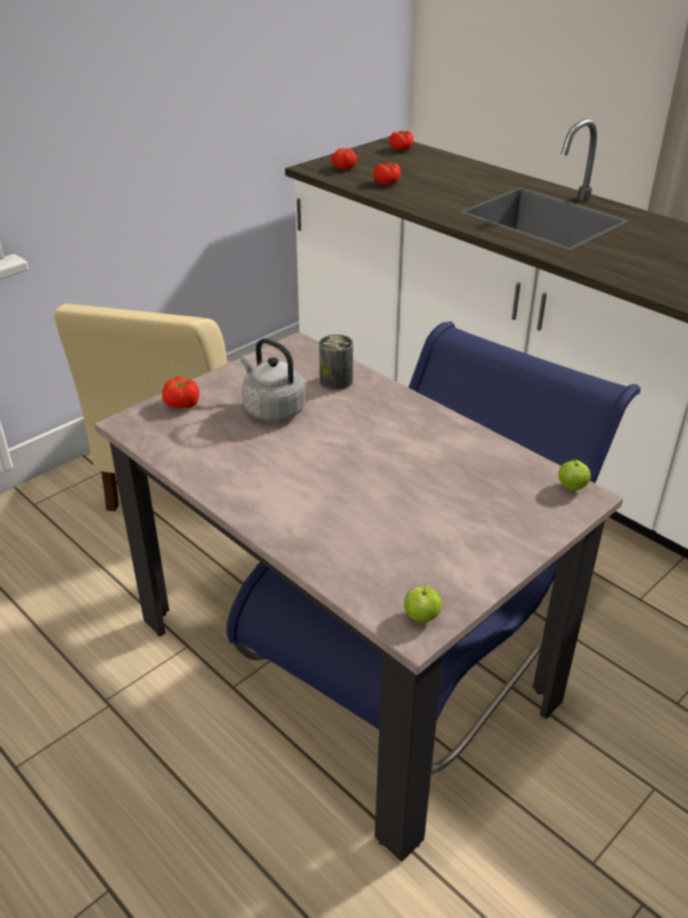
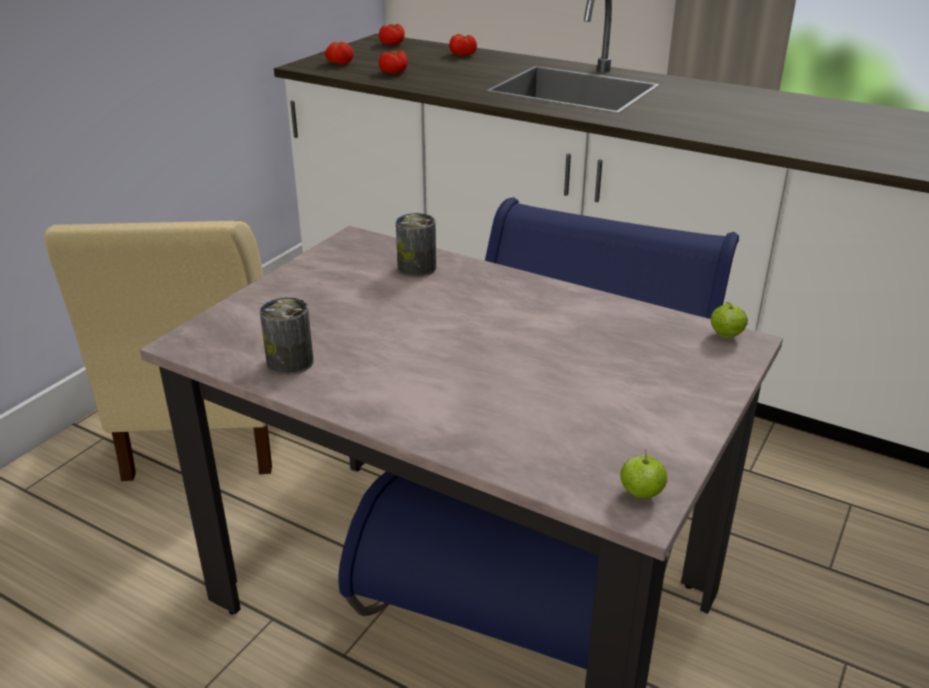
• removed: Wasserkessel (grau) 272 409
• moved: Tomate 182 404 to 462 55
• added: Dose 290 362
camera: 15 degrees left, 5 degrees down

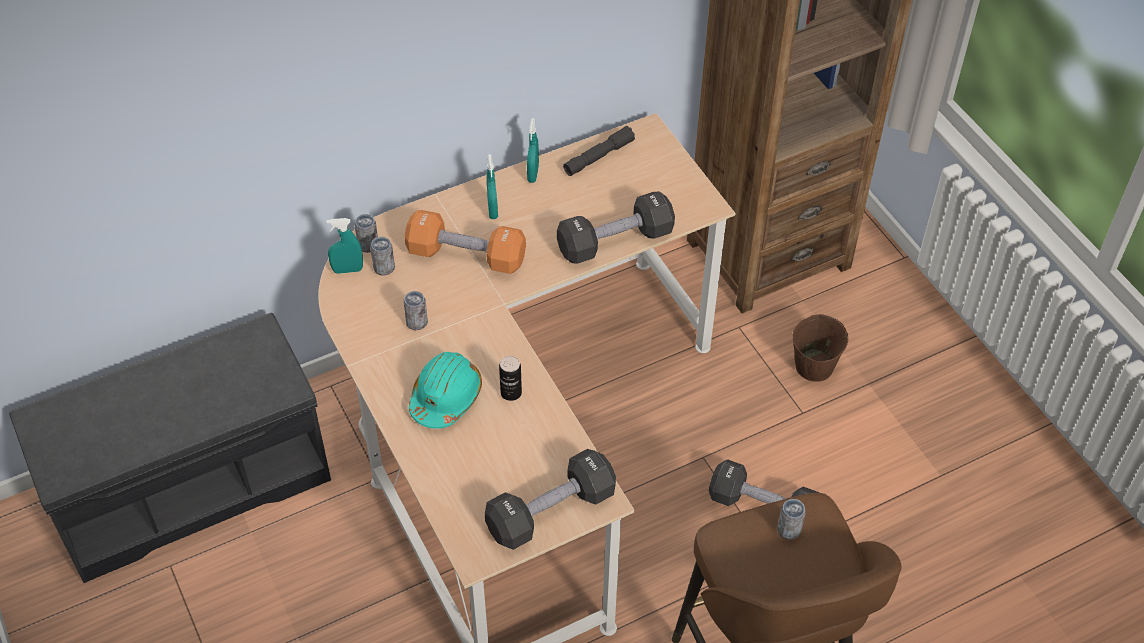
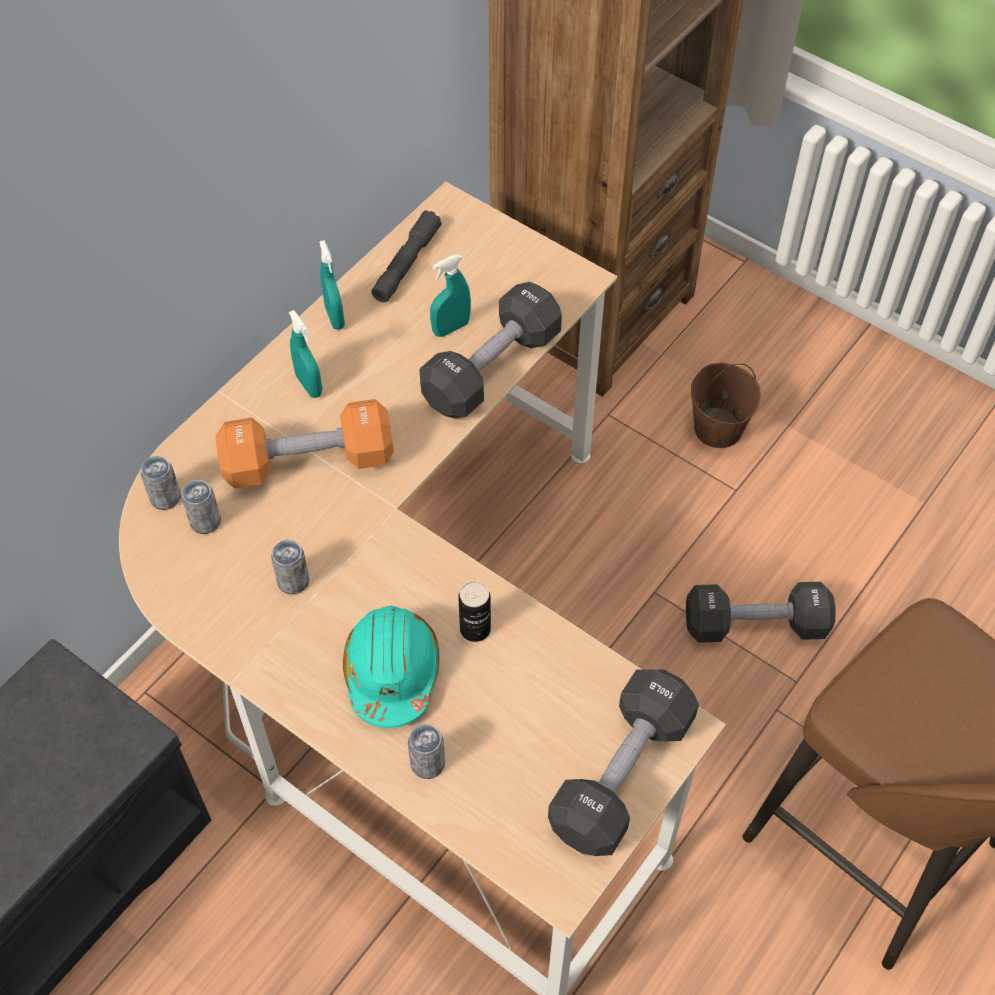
• moved: Sprühflasche (türkis) 347 270 to 451 328
• moved: Dose 788 530 to 427 763
camera: 25 degrees left, 5 degrees up

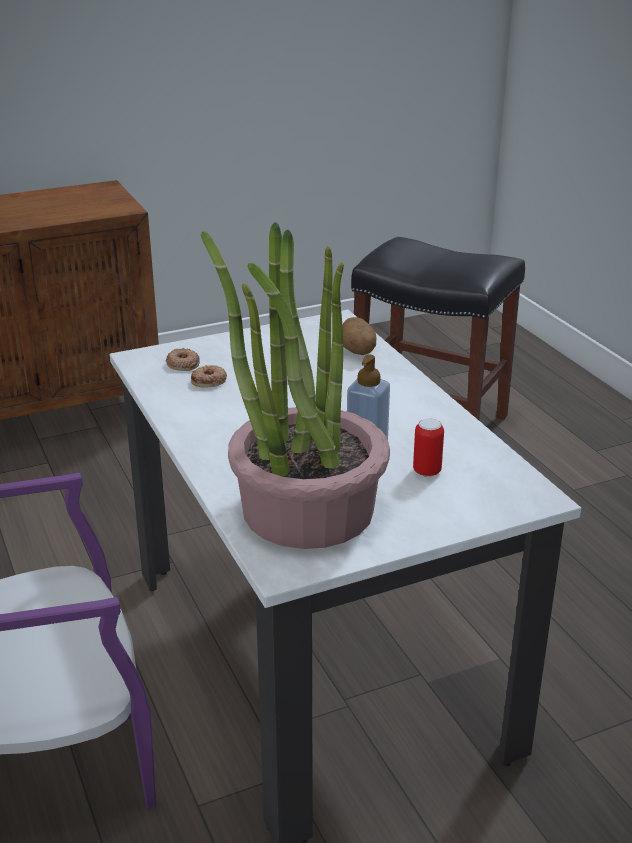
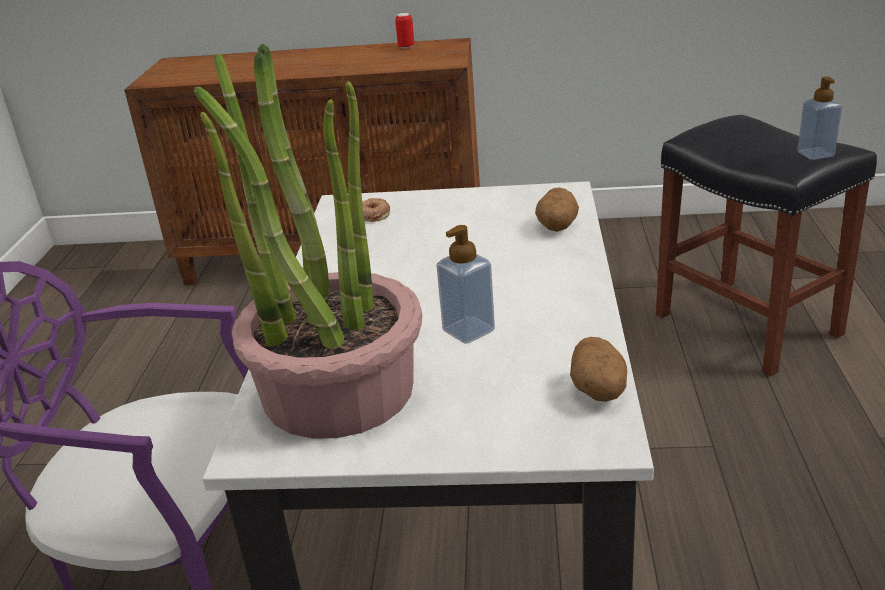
• removed: Donut 209 380
• moved: Dose 427 471 to 406 47
• added: Seifenspender 815 154
• added: Kartoffel 599 391
camera: 30 degrees right, 0 degrees up

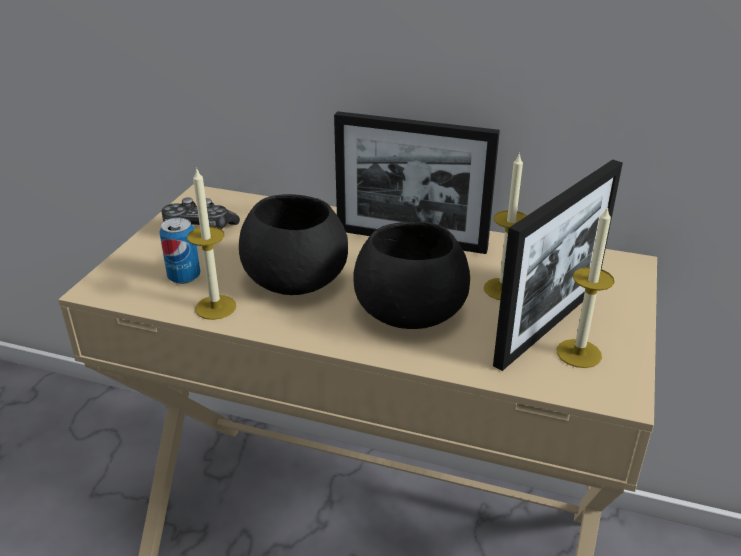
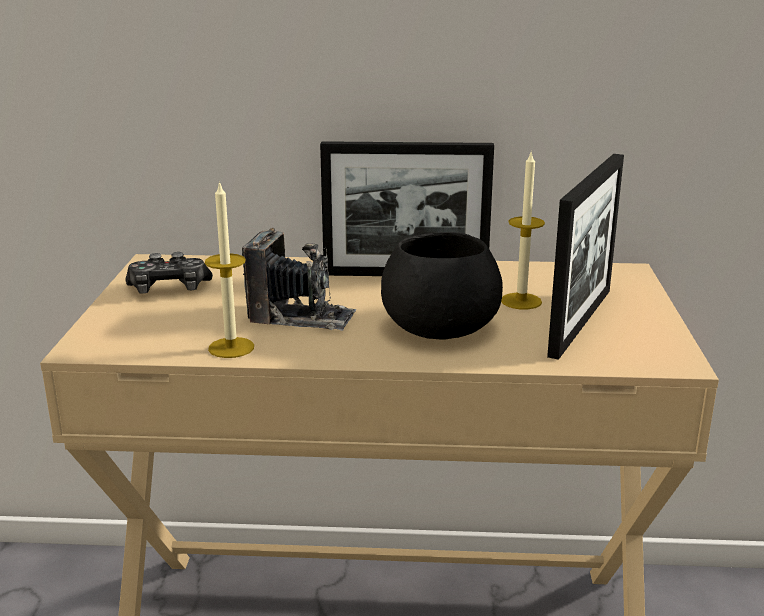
• replaced: Schüssel (schwarz) 293 279 to Kamera 301 316
• removed: Kerze 578 353
• removed: Dose 184 277
camera: 15 degrees left, 10 degrees down

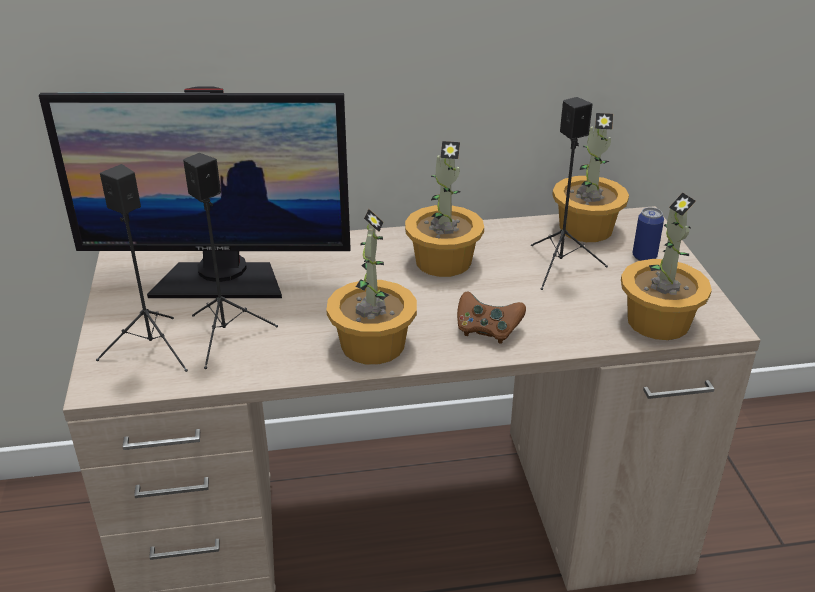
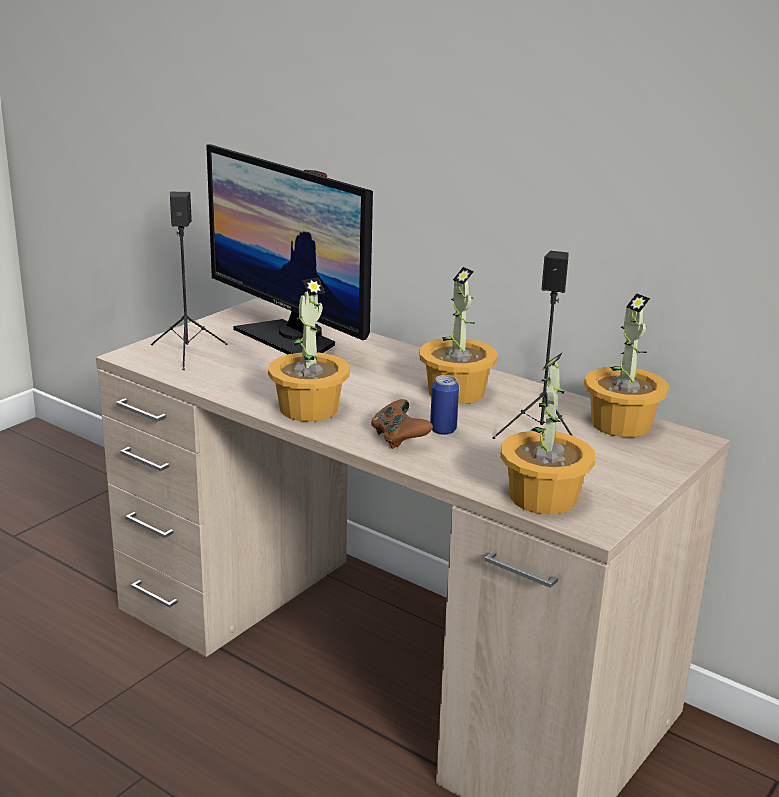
• removed: Lautsprecher (schwarz) 226 335
• moved: Dose 644 256 to 443 430
camera: 45 degrees right, 10 degrees down

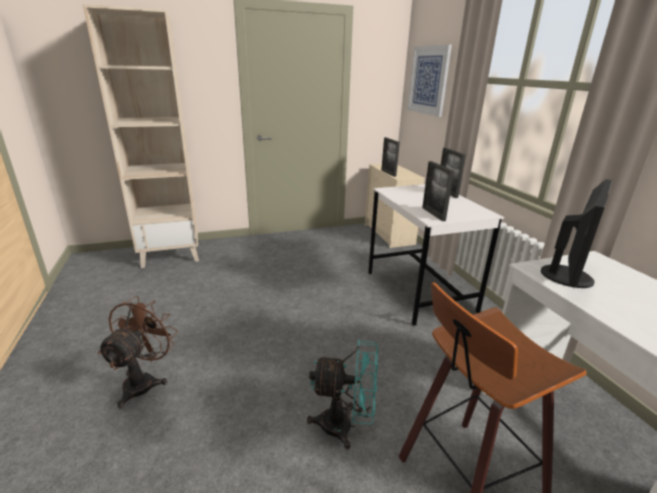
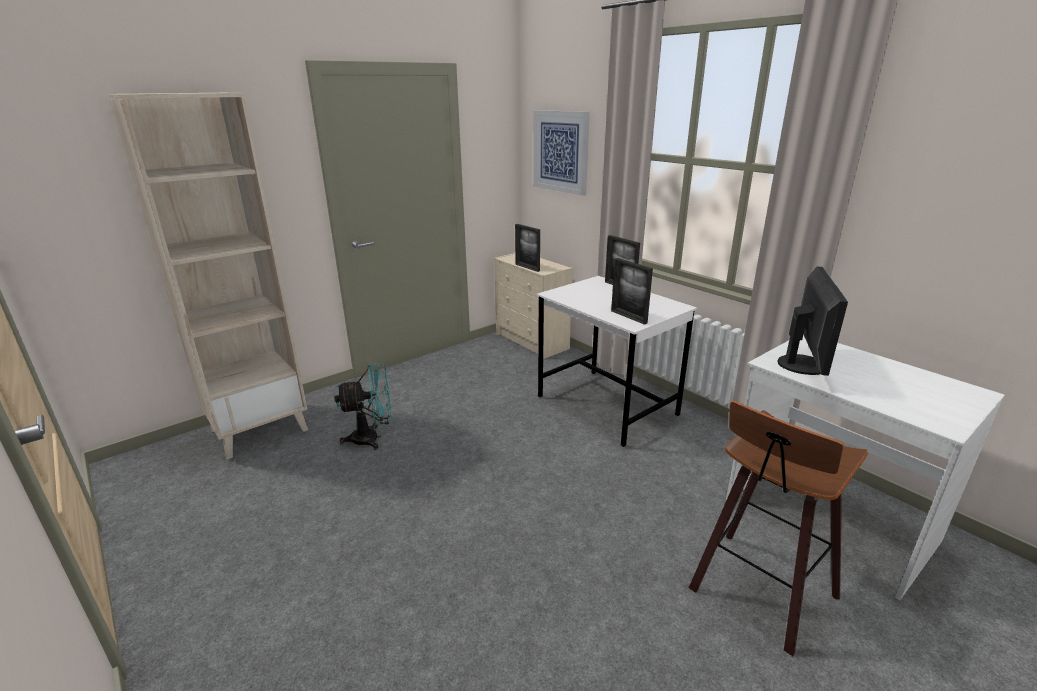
• removed: Ventilator (braun) 144 381
• moved: Ventilator (türkis) 345 426 to 372 438
camera: 20 degrees left, 0 degrees up

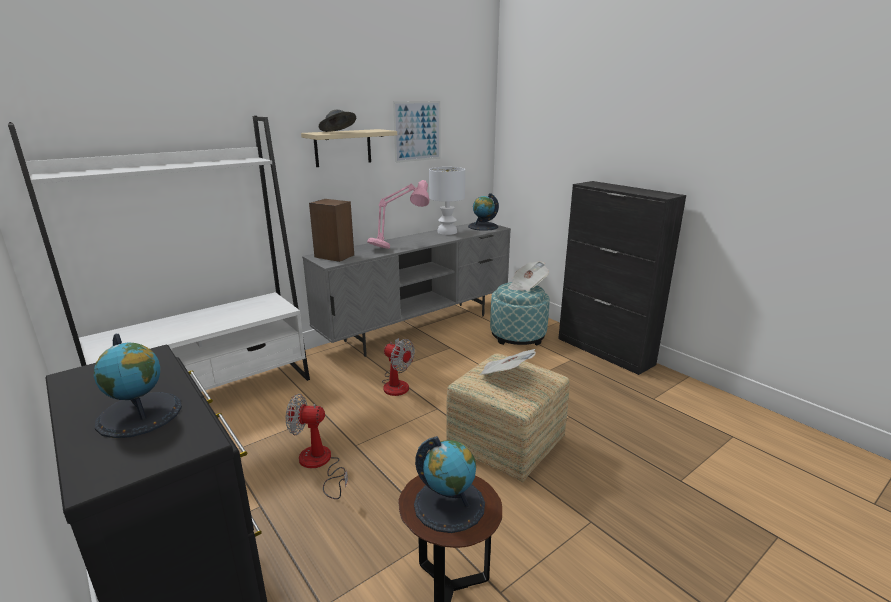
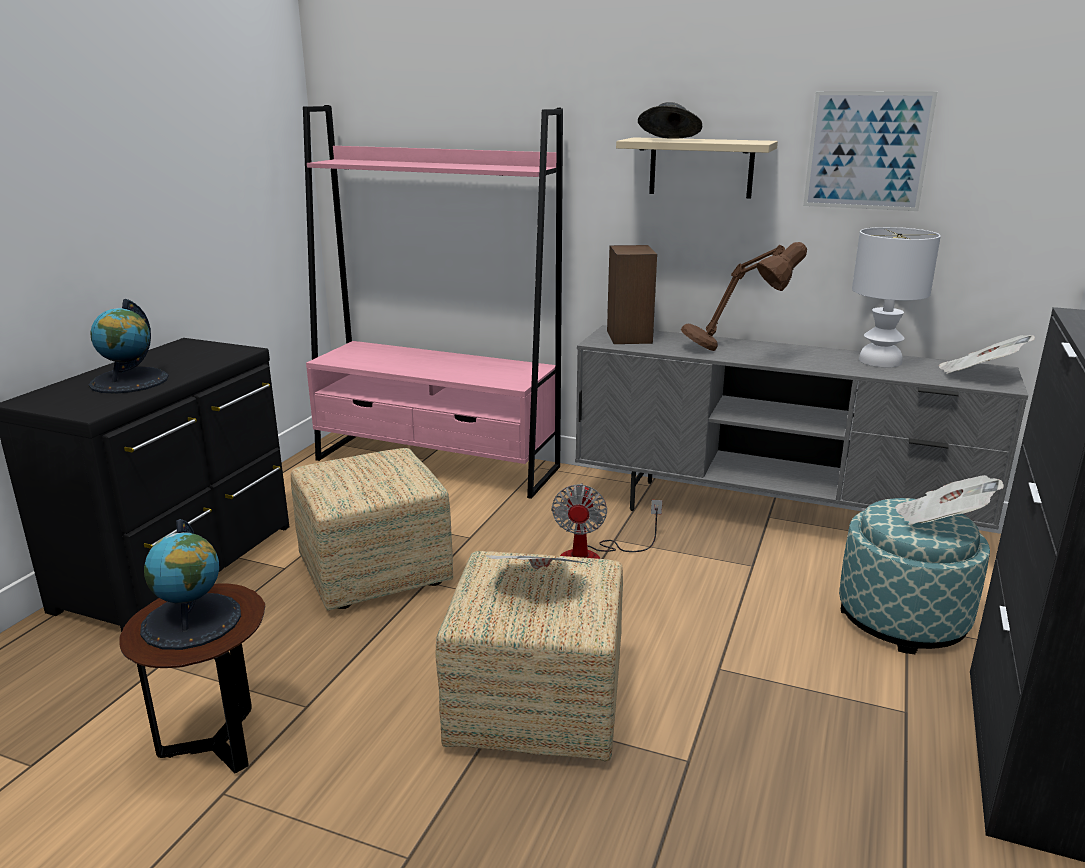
• recoloured: Bücherregal (weiß) 211 397 to Bücherregal (rosa) 437 463
• recoloured: Tischlampe (rosa) 398 247 to Tischlampe (braun) 734 354
• replaced: Globus 483 226 to Zeitung 978 375
• replaced: Ventilator 319 464 to Polsterhocker 373 573
camera: 60 degrees right, 0 degrees up

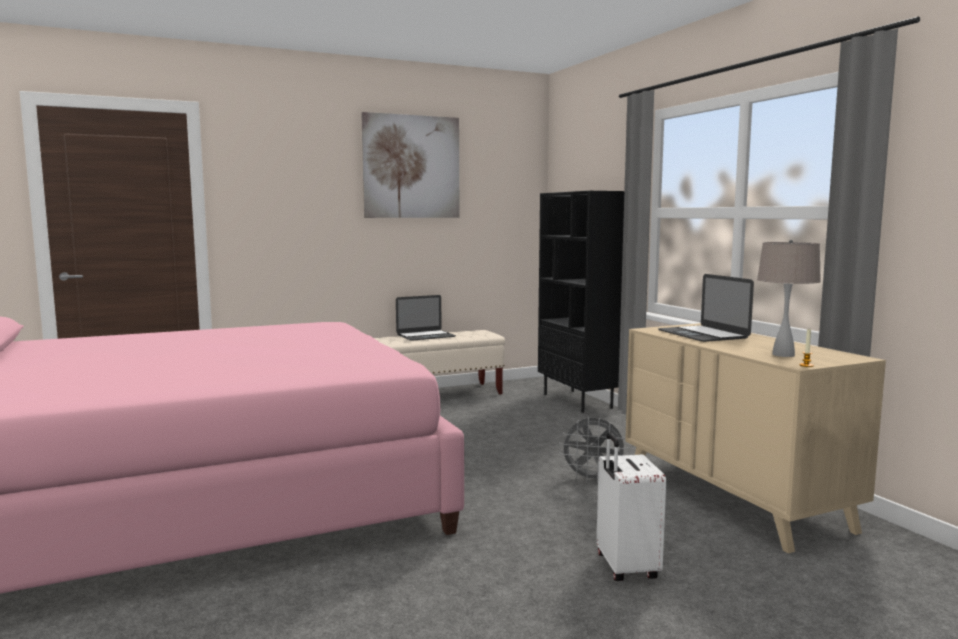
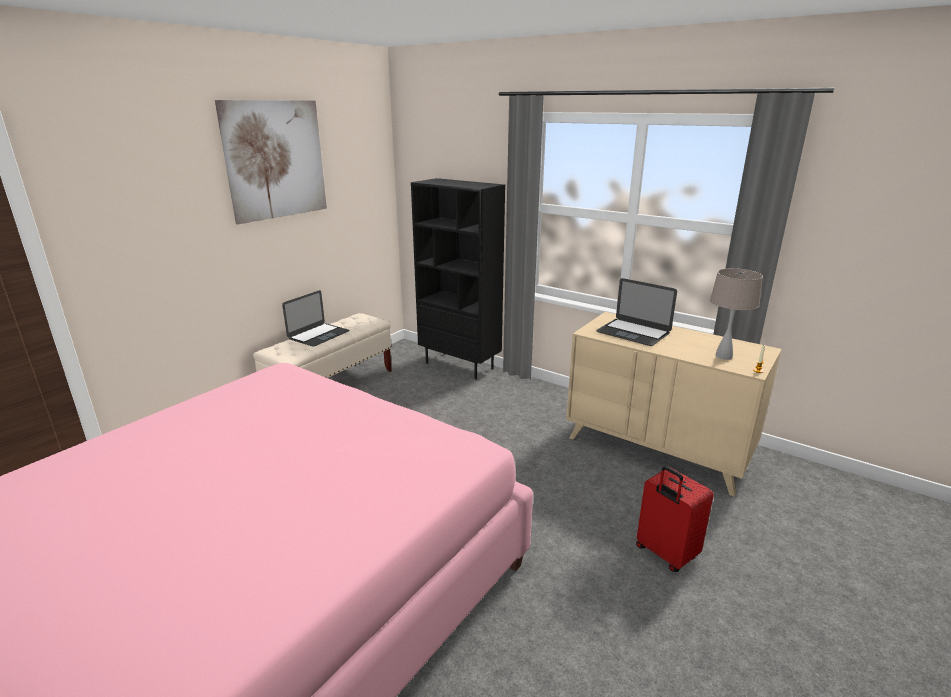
• removed: Ventilator (grau) 593 479
• recoloured: Koffer (weiß) 625 568 to Koffer (rot) 665 554
camera: 30 degrees left, 15 degrees up

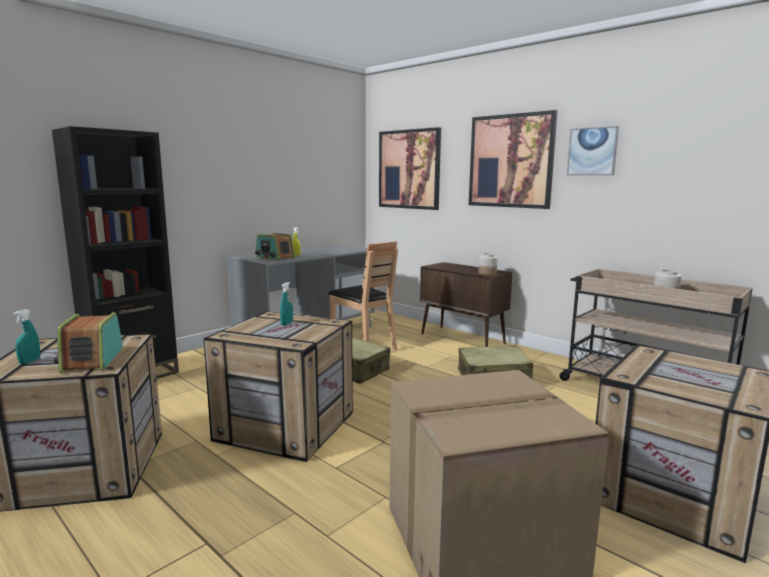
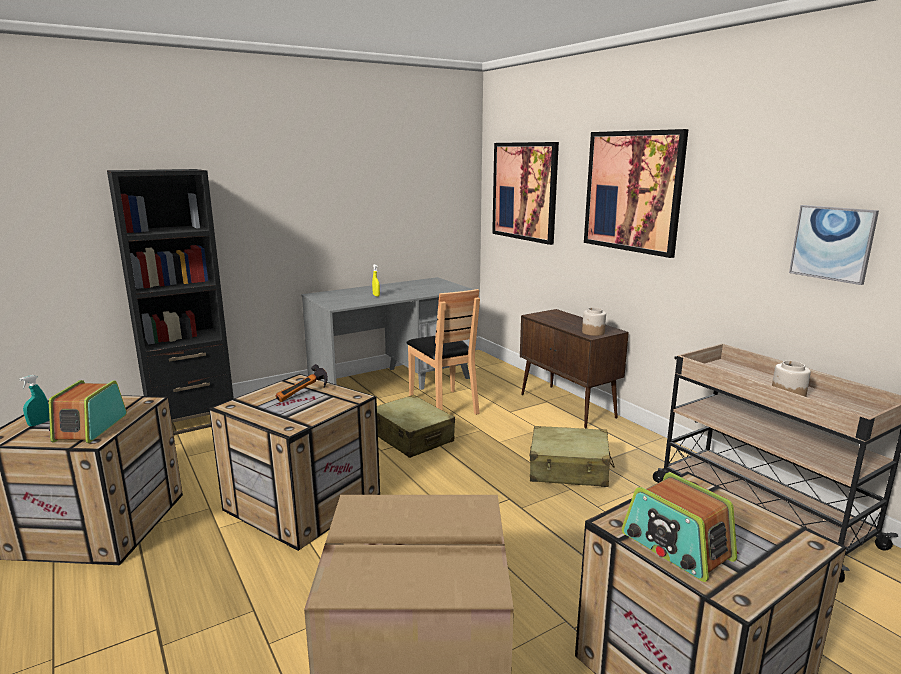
• moved: Bild 592 151 to 832 243
• moved: Radio 274 257 to 676 547
• replaced: Sprühflasche (türkis) 287 323 to Hammer 304 394
camera: 15 degrees right, 5 degrees up

